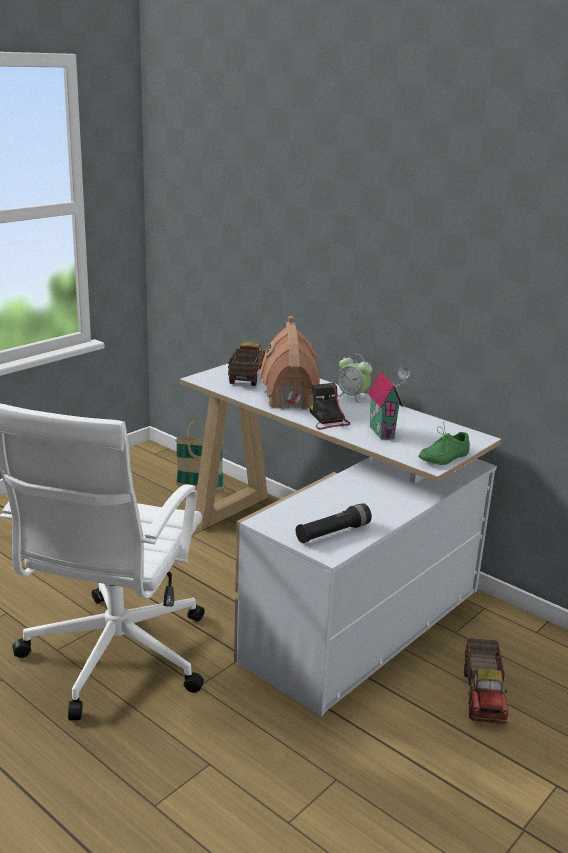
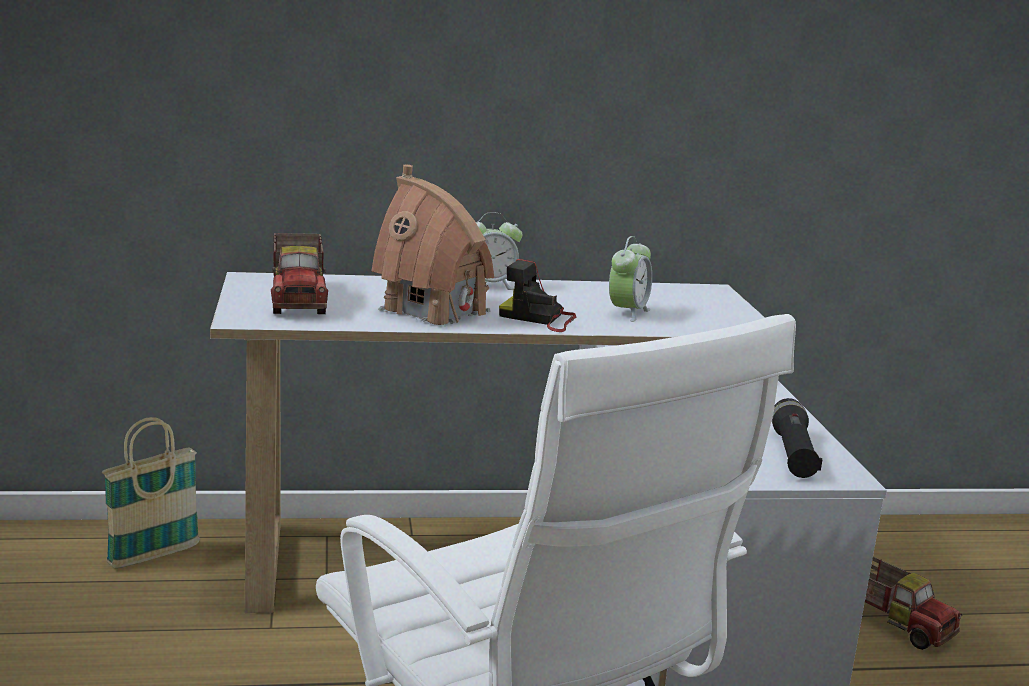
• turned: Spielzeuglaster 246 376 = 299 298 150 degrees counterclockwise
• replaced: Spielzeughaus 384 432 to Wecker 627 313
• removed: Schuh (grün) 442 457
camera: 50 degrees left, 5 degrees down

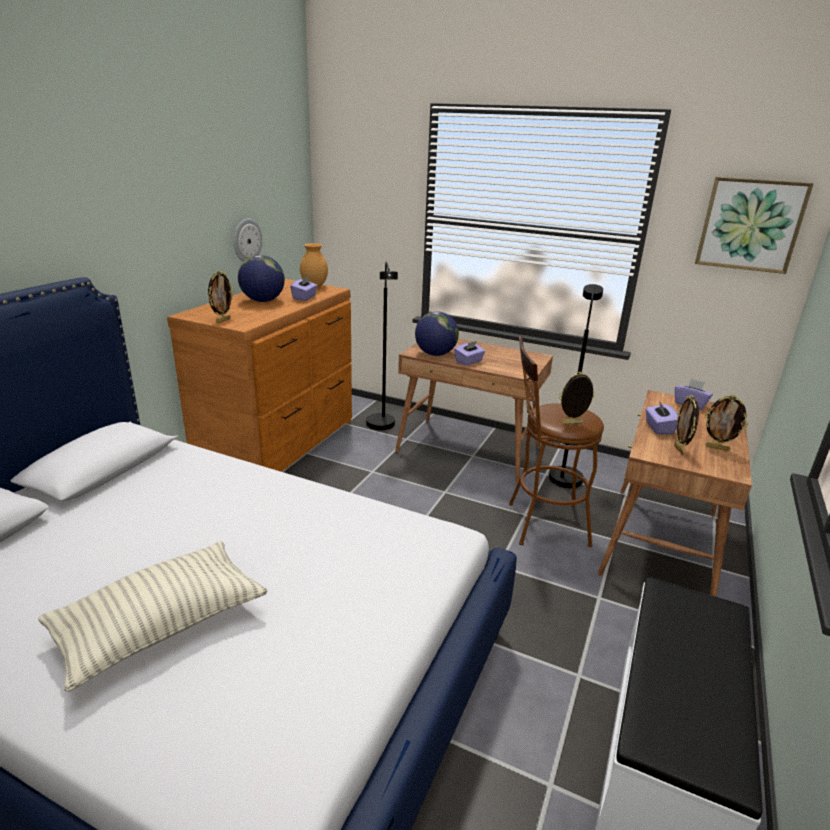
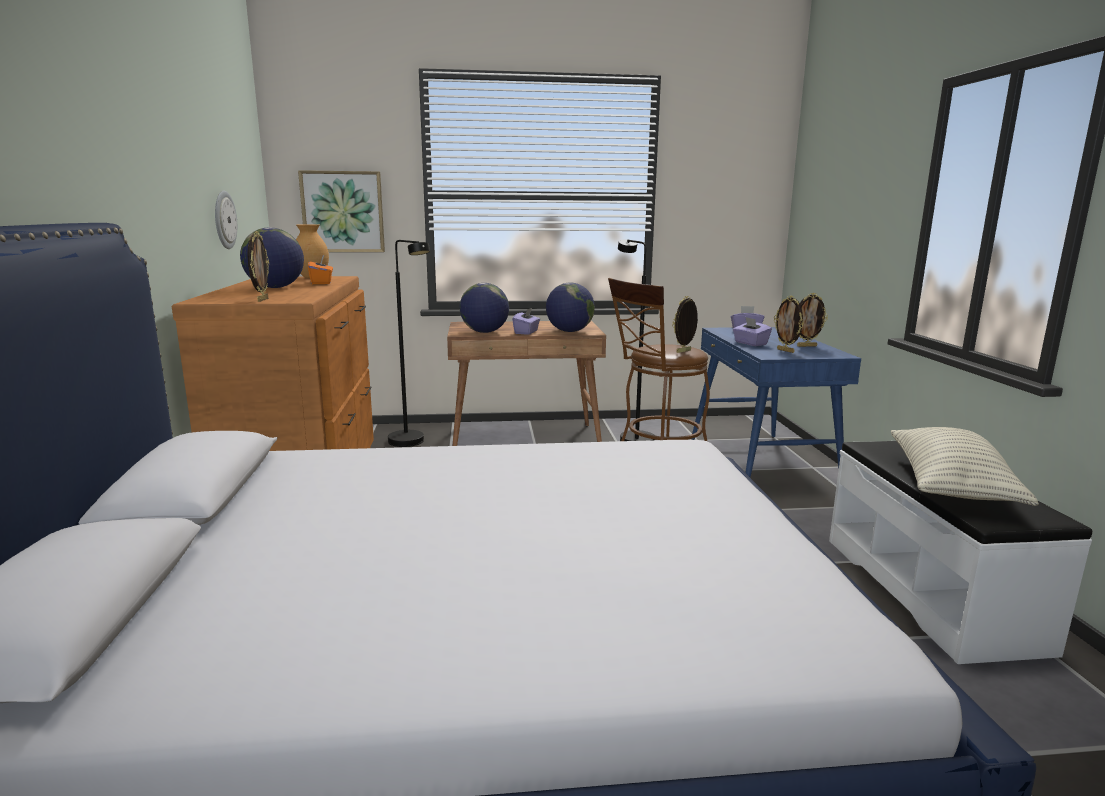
• moved: Bild 750 225 to 343 212
• recoloured: Taschentuchbox (lila) 304 298 to Taschentuchbox (orange) 322 283
• recoloured: Schreibtisch (braun) 661 544 to Schreibtisch (blau) 761 463
• moved: Kissen 161 626 to 950 486
• added: Globus 569 331
camera: 30 degrees left, 10 degrees down

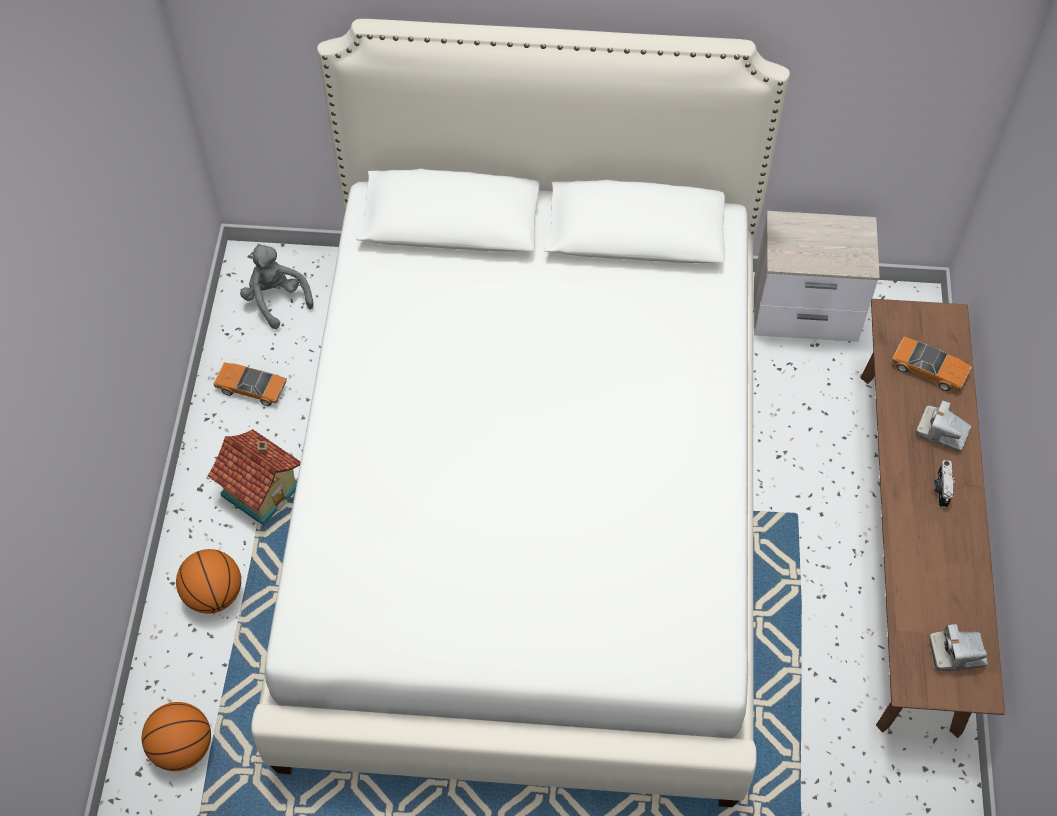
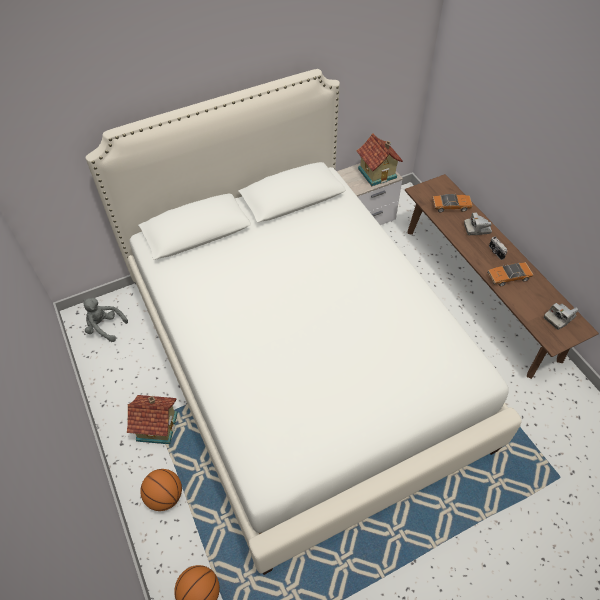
• moved: Spielzeugauto 251 387 to 508 277
• added: Spielzeughaus 378 173
camera: 30 degrees left, 5 degrees down

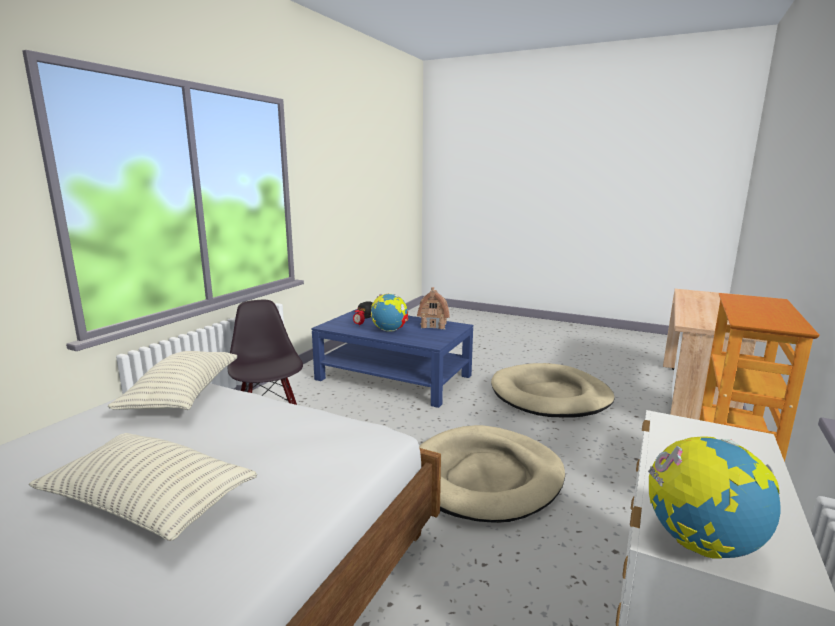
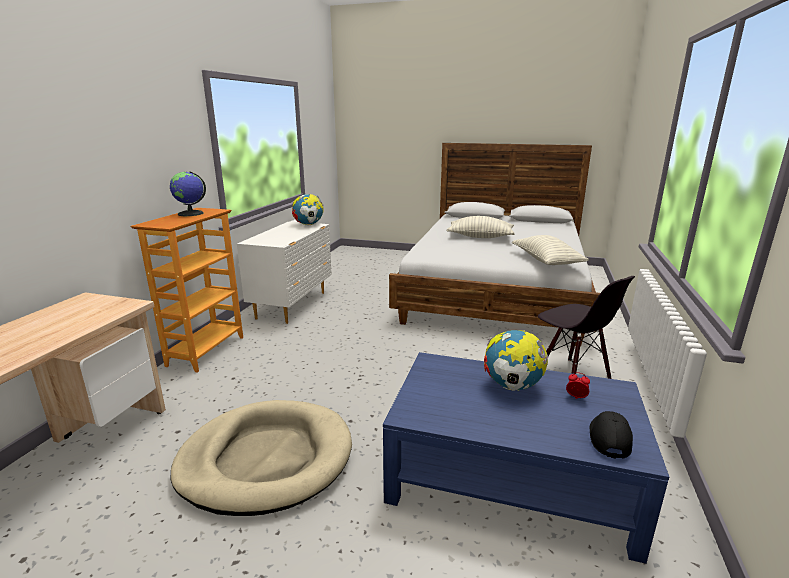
• removed: Spielzeughaus 433 325
• removed: Hundebett (beige) 485 477
• added: Globus 190 214
camera: 170 degrees right, 5 degrees up

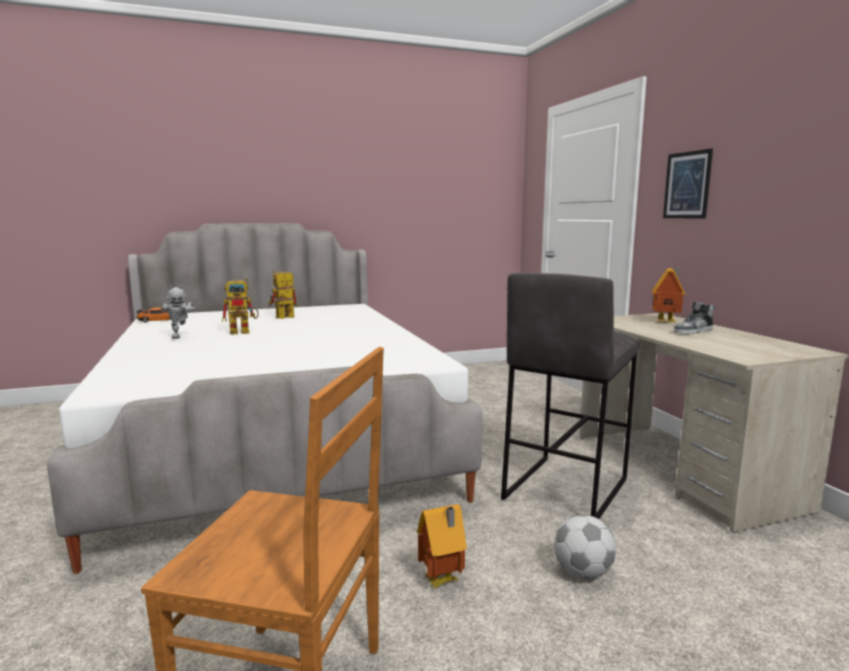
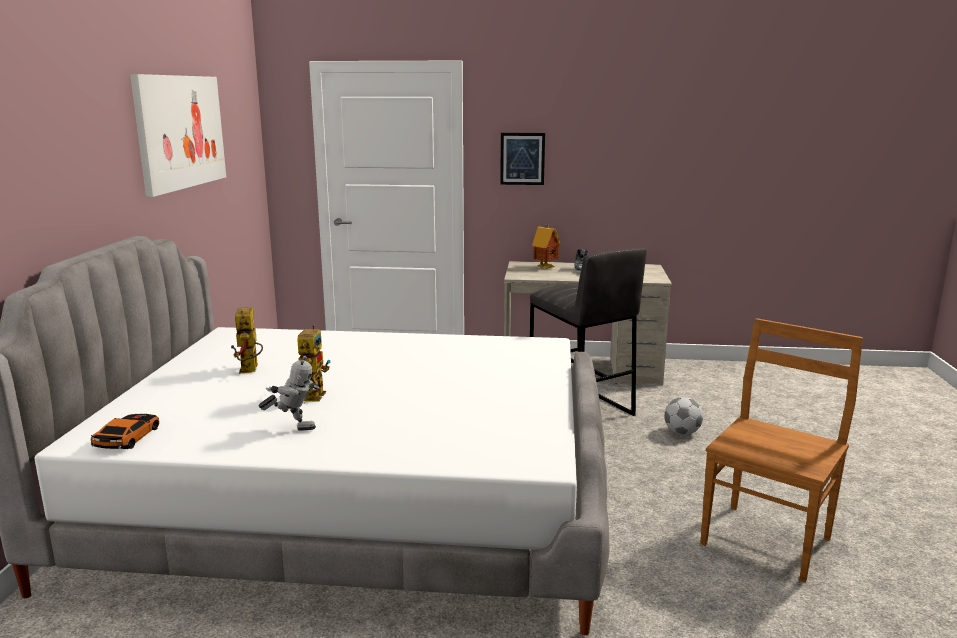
• removed: Spielzeughaus 442 582
• added: Bild 180 132
camera: 65 degrees left, 5 degrees up

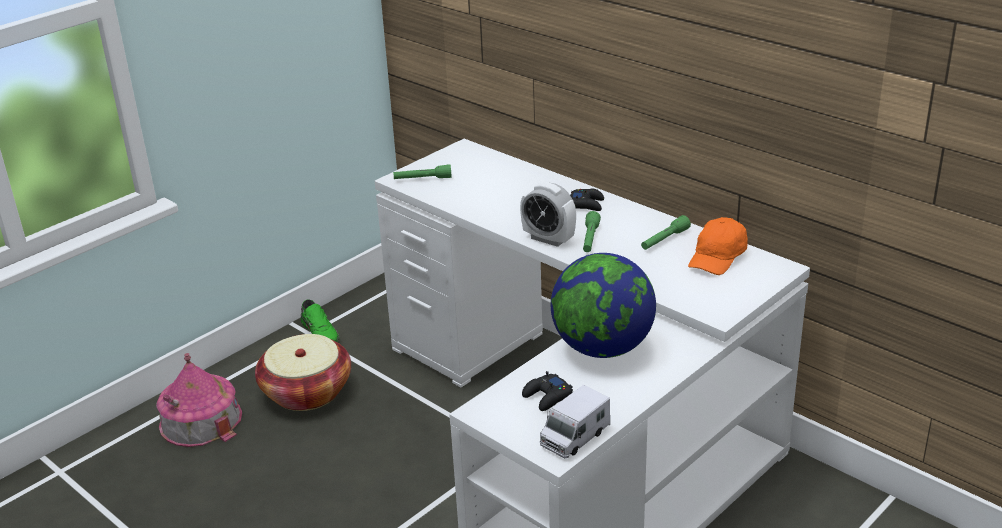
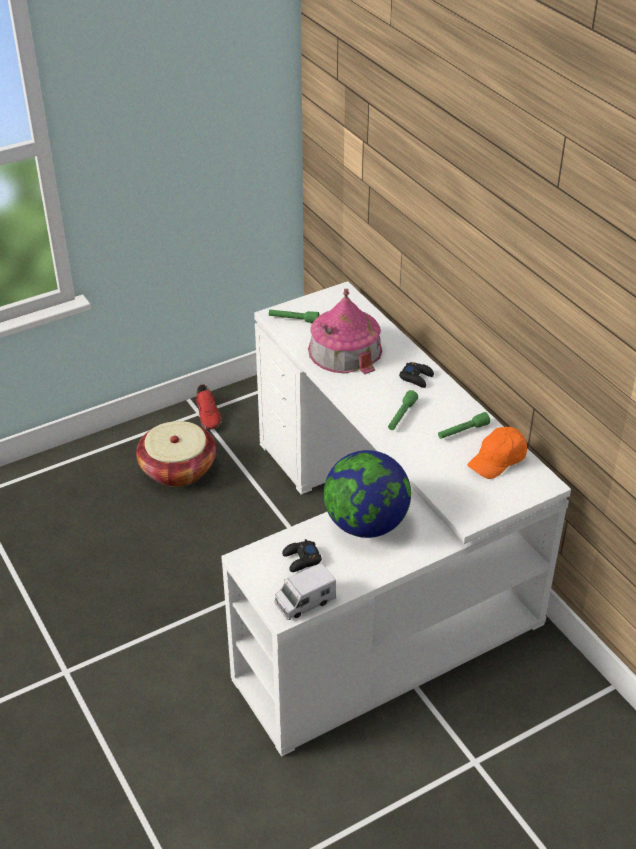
• removed: Wecker 548 239
• recoloured: Schuh (grün) 321 332 to Schuh (rot) 209 414
• moved: Spielzeughaus 201 420 to 345 350
camera: 15 degrees right, 10 degrees up

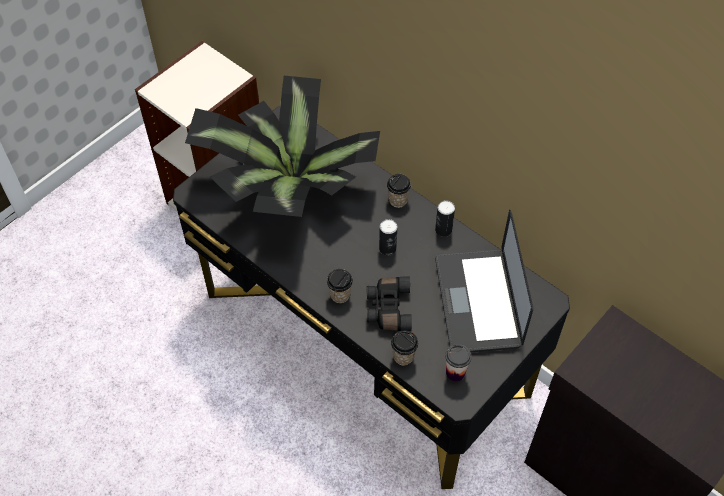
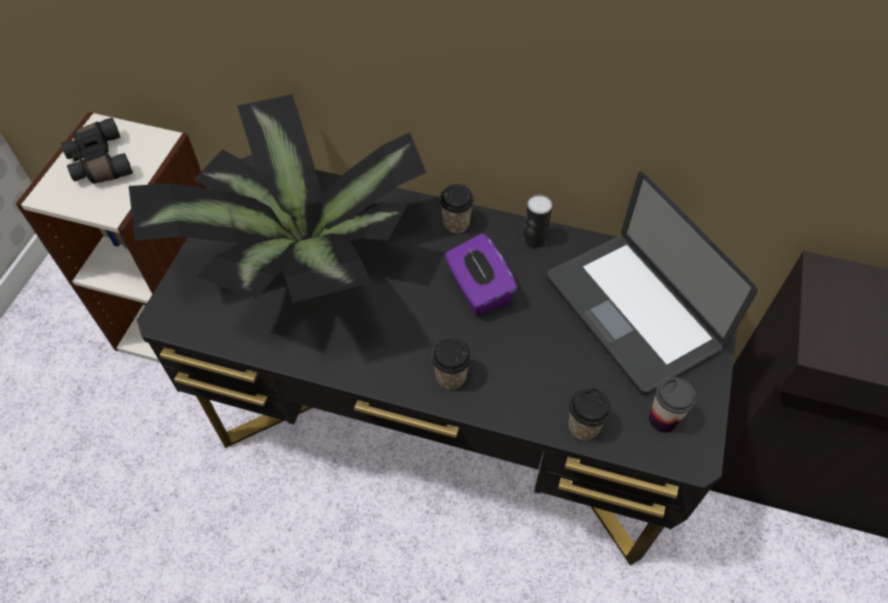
• replaced: Dose 387 248 to Taschentuchbox (lila) 478 289
• moved: Fernglas (schwarz) 388 309 to 99 163
camera: 25 degrees left, 0 degrees up

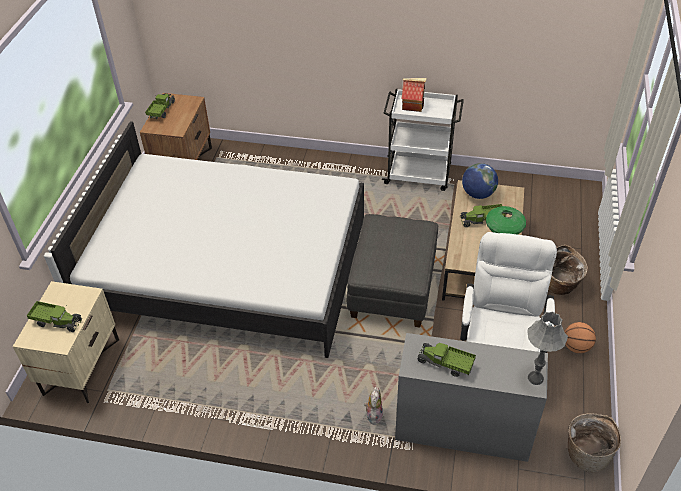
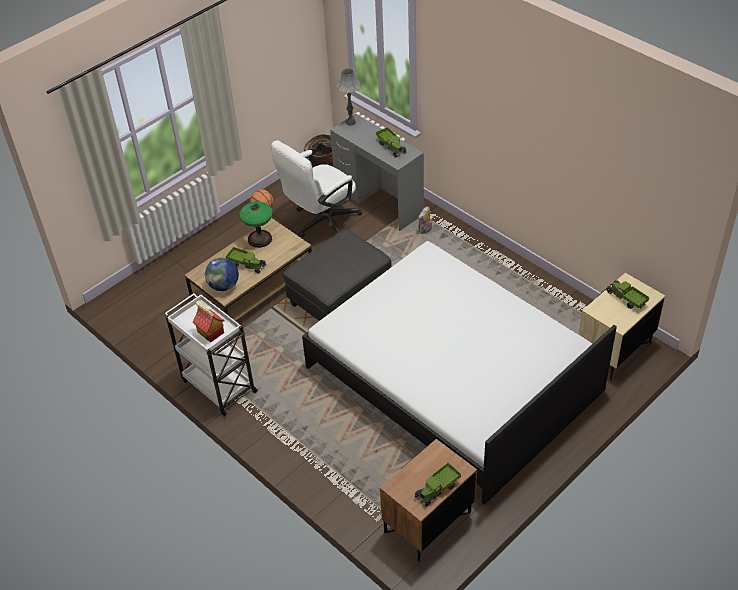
• removed: Korb 560 286
camera: 145 degrees left, 0 degrees up

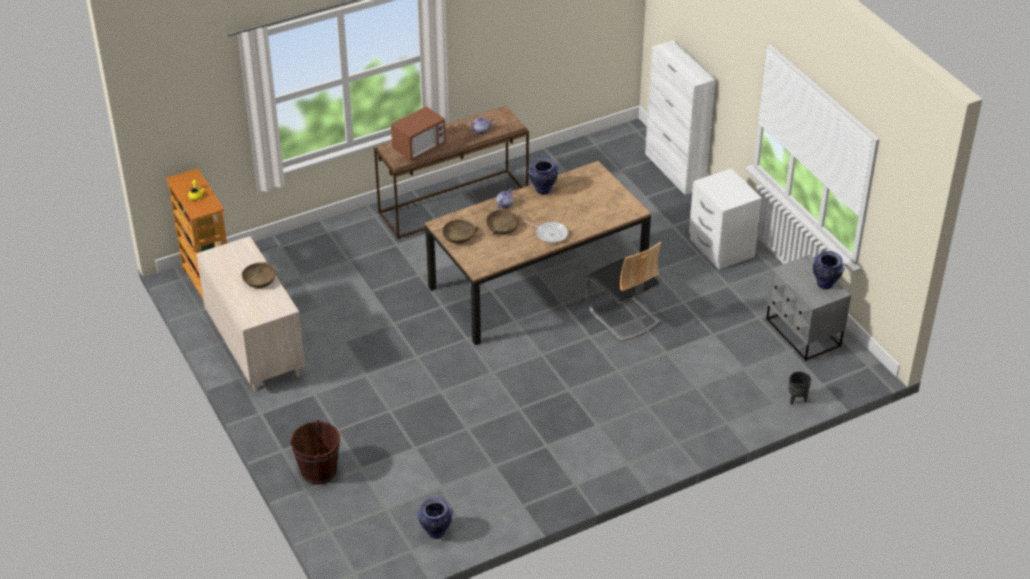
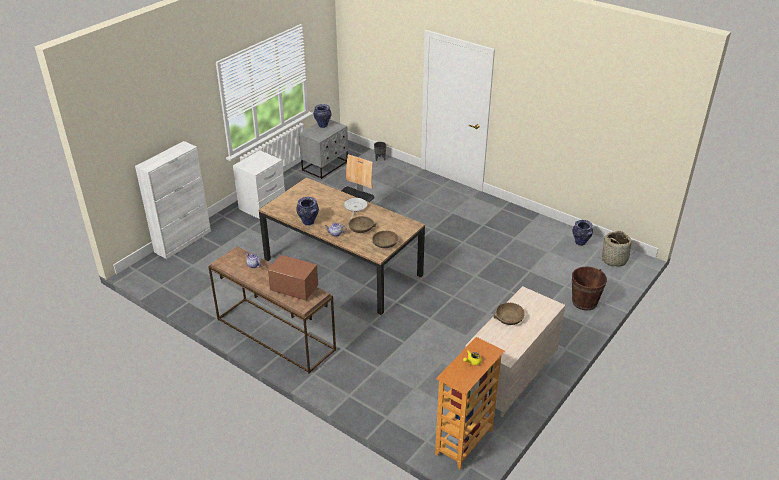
• added: Korb 614 260
camera: 115 degrees left, 5 degrees down

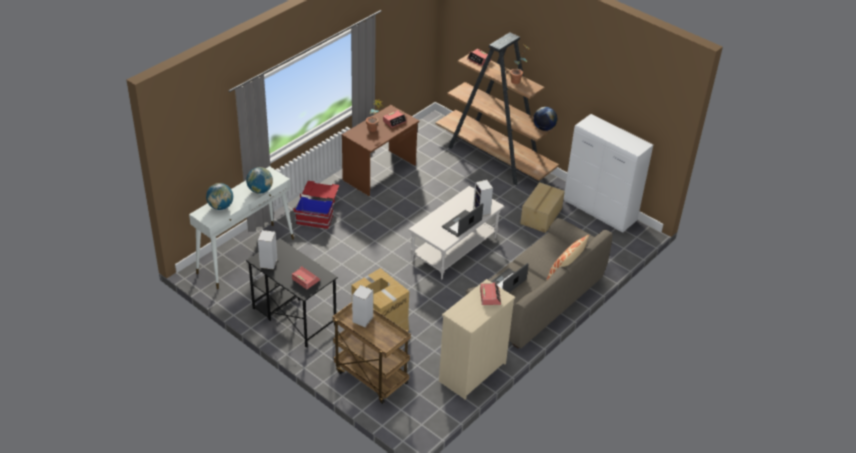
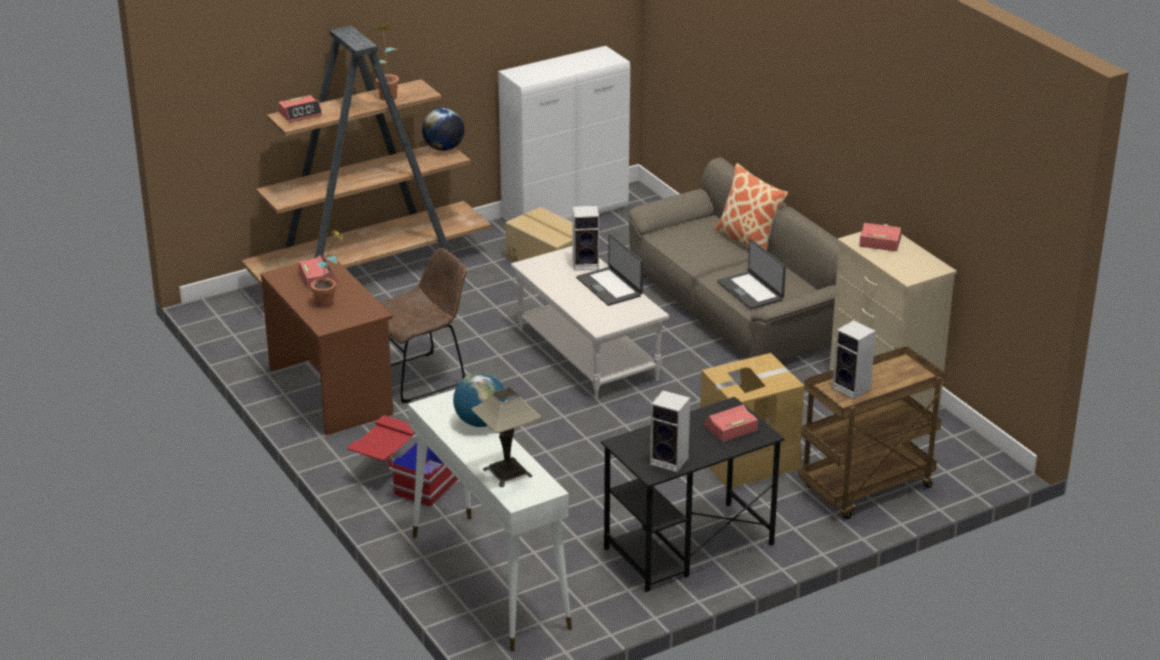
• replaced: Globus 220 206 to Tischlampe 507 472
• added: Stuhl (braun) 422 376
camera: 70 degrees left, 10 degrees down

